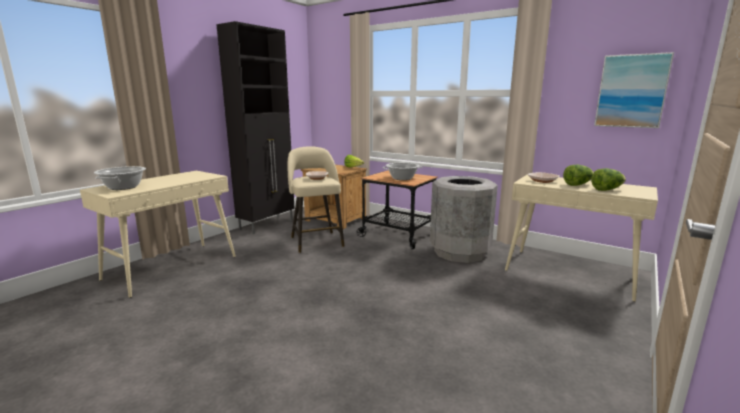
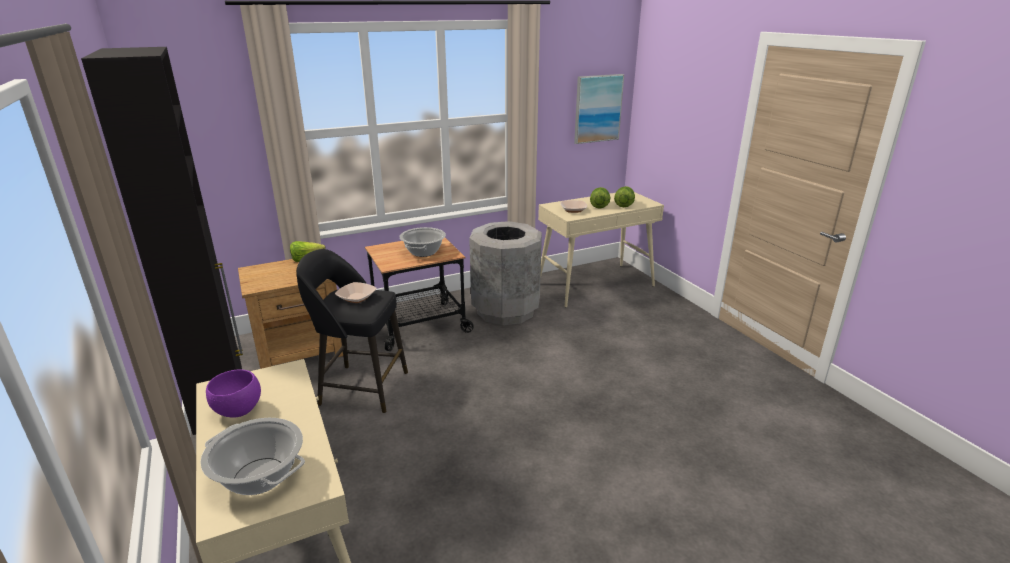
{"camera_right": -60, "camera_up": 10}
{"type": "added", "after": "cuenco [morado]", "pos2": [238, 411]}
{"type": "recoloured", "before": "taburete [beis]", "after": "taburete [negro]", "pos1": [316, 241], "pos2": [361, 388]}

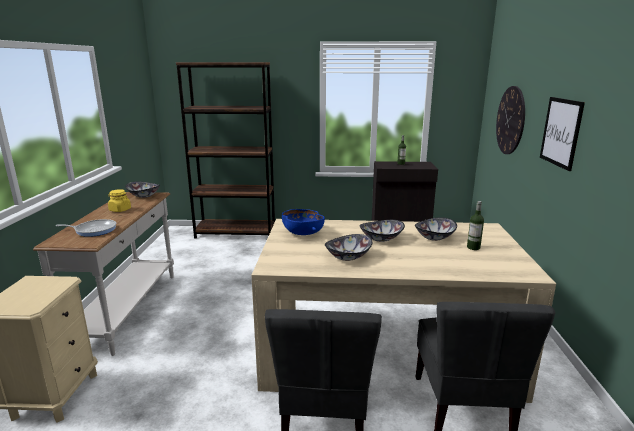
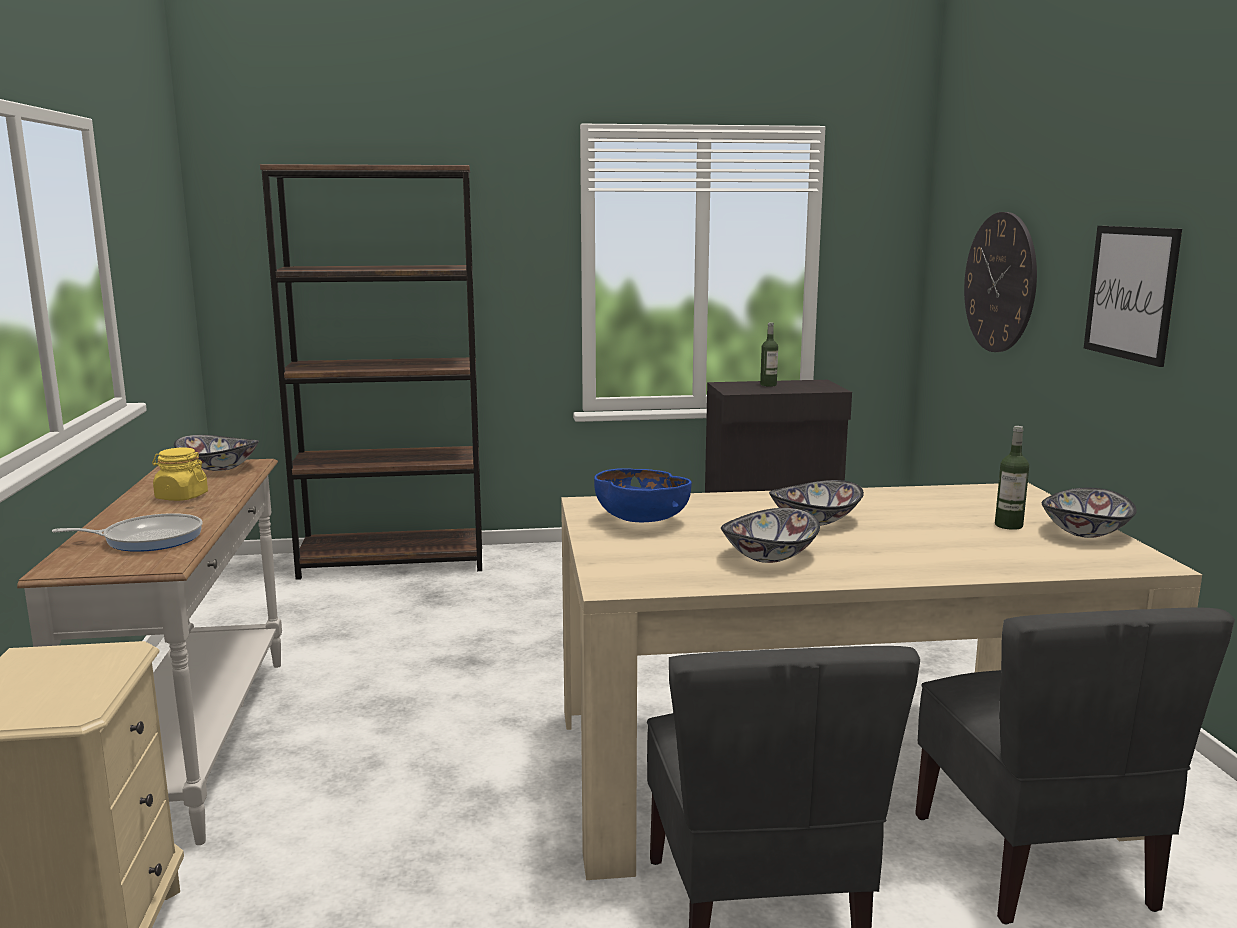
{"camera_right": -10, "camera_up": -5}
{"type": "moved", "before": "cuenco", "pos1": [434, 237], "pos2": [1084, 532]}

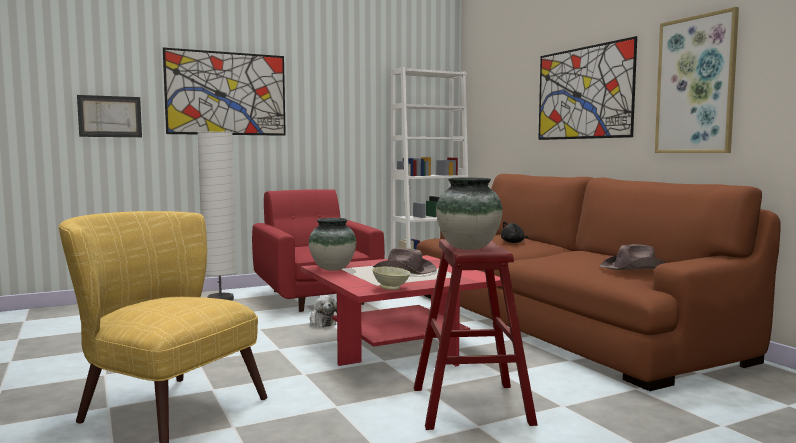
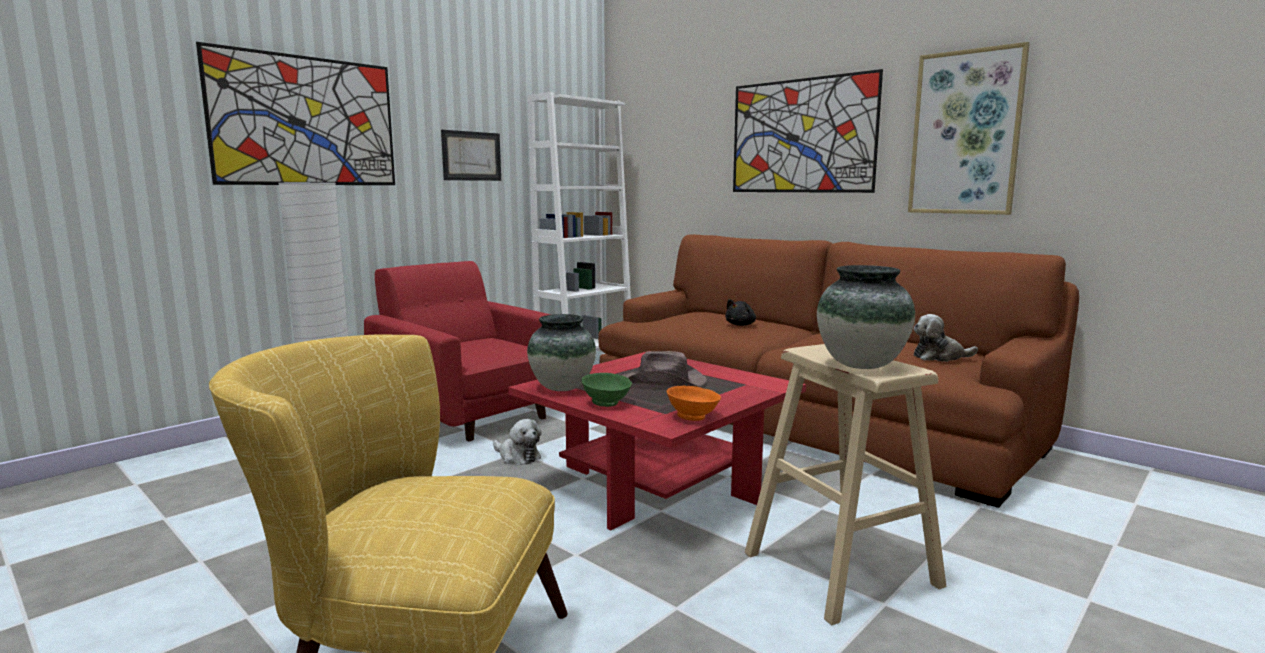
{"camera_right": -20, "camera_up": 5}
{"type": "added", "after": "cuenco [verde]", "pos2": [606, 403]}
{"type": "moved", "before": "cuadro", "pos1": [110, 116], "pos2": [471, 156]}
{"type": "replaced", "before": "sombrero [marrón]", "after": "peluche", "pos1": [636, 268], "pos2": [940, 357]}
{"type": "recoloured", "before": "cuenco [beis]", "after": "cuenco [naranja]", "pos1": [391, 288], "pos2": [693, 417]}
{"type": "recoloured", "before": "taburete [rojo]", "after": "taburete [beis]", "pos1": [471, 405], "pos2": [841, 569]}

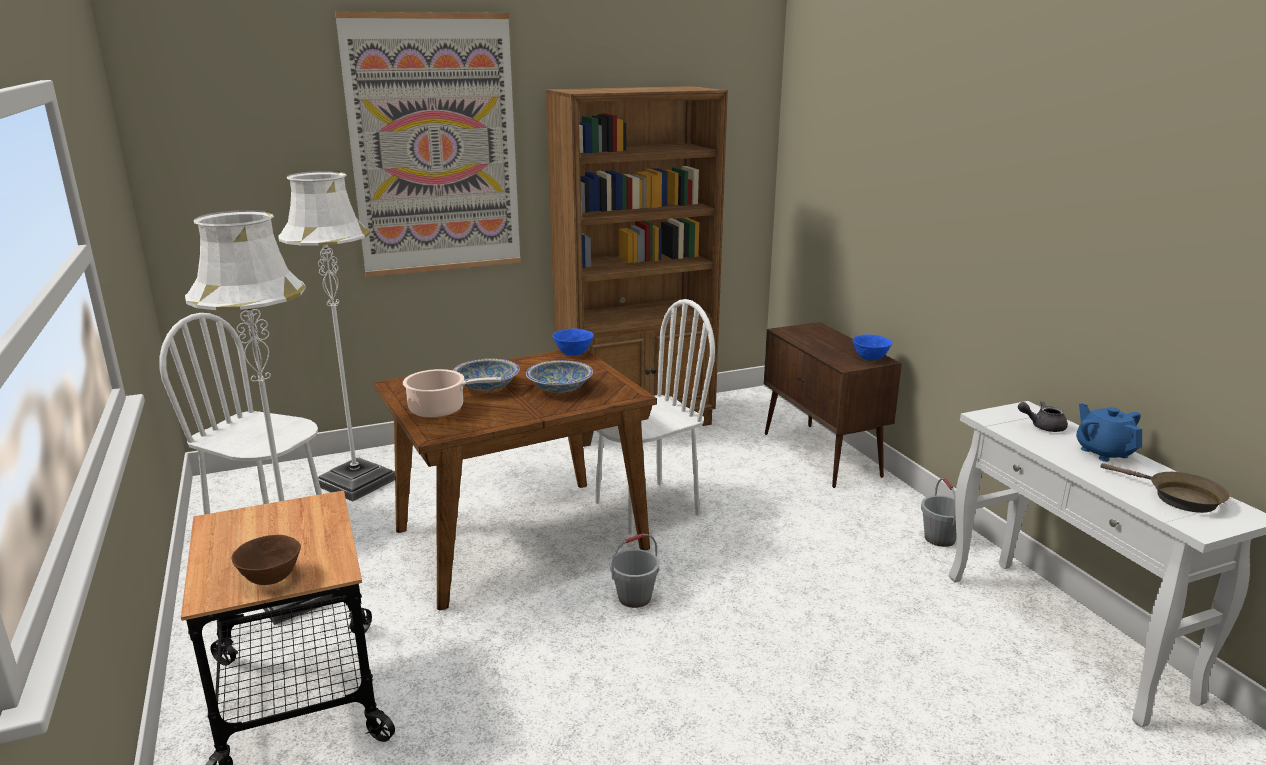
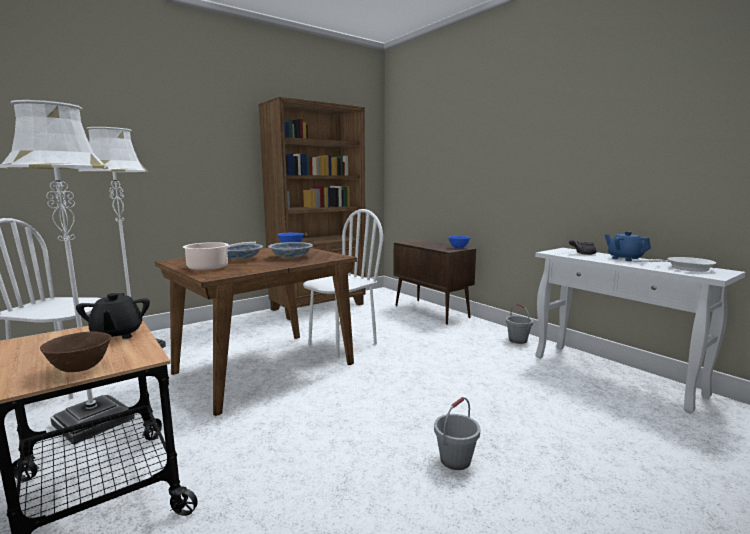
{"camera_right": -15, "camera_up": -10}
{"type": "removed", "before": "cuadro", "pos1": [435, 147]}
{"type": "added", "after": "tetera [negro]", "pos2": [117, 335]}
{"type": "moved", "before": "cubo [gris]", "pos1": [634, 597], "pos2": [455, 460]}
{"type": "recoloured", "before": "sartén [marrón]", "after": "sartén [blanco]", "pos1": [1178, 497], "pos2": [684, 268]}

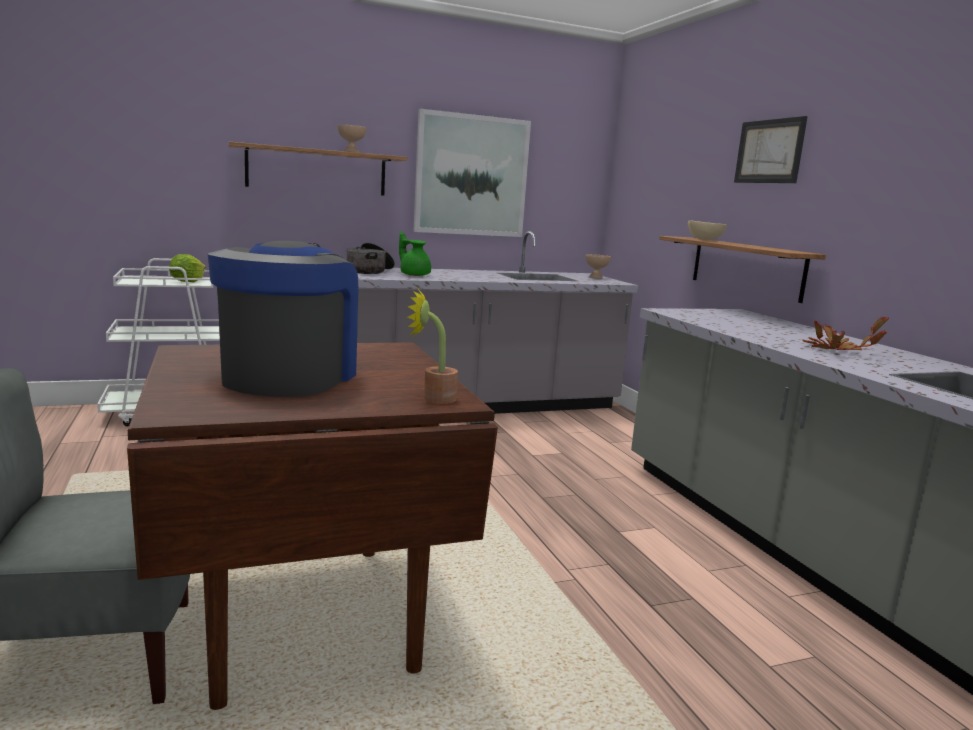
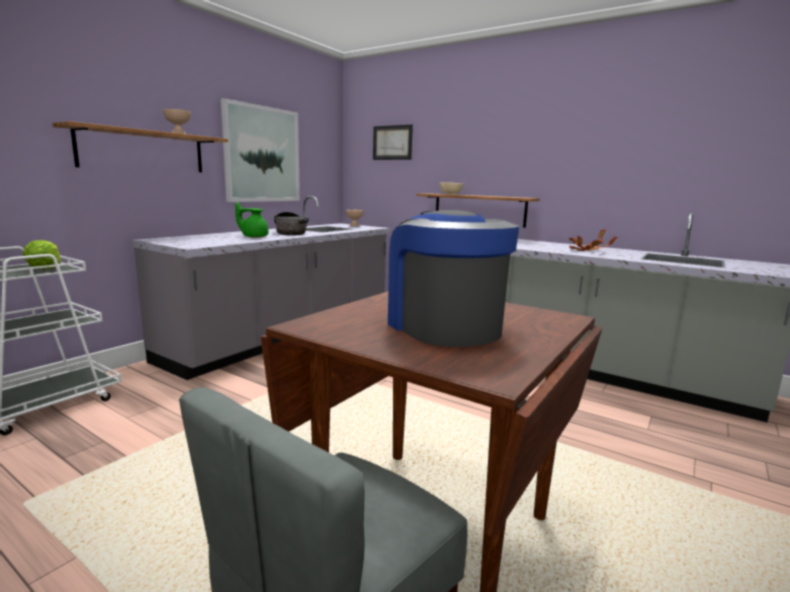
{"camera_right": -35, "camera_up": 0}
{"type": "removed", "before": "planta en maceta", "pos1": [432, 398]}
{"type": "moved", "before": "olla", "pos1": [370, 271], "pos2": [290, 233]}
{"type": "moved", "before": "cuadro", "pos1": [769, 151], "pos2": [392, 142]}

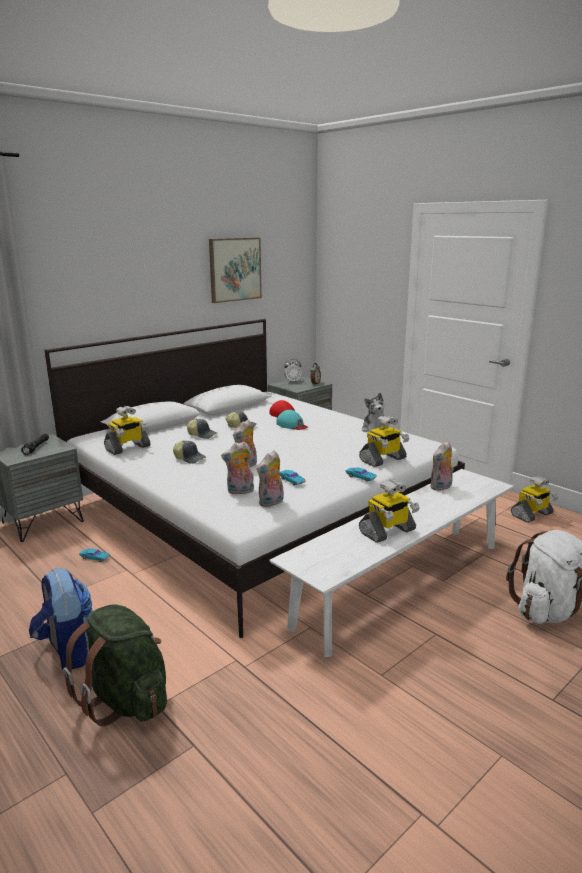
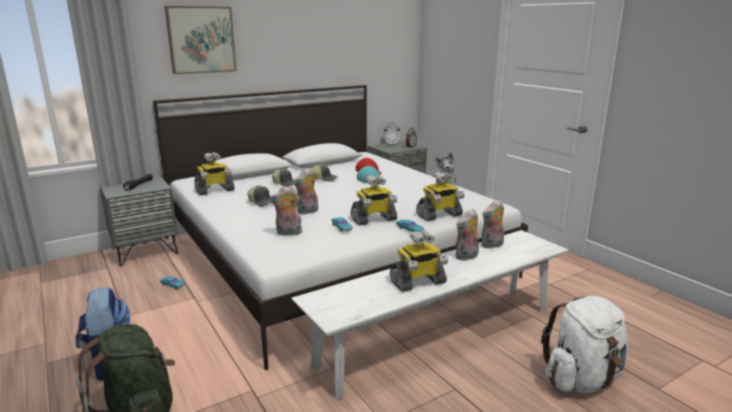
{"camera_right": 10, "camera_up": 0}
{"type": "moved", "before": "cuadro", "pos1": [235, 269], "pos2": [201, 40]}
{"type": "moved", "before": "peluche", "pos1": [271, 503], "pos2": [467, 257]}
{"type": "moved", "before": "robot de juguete", "pos1": [532, 515], "pos2": [373, 219]}

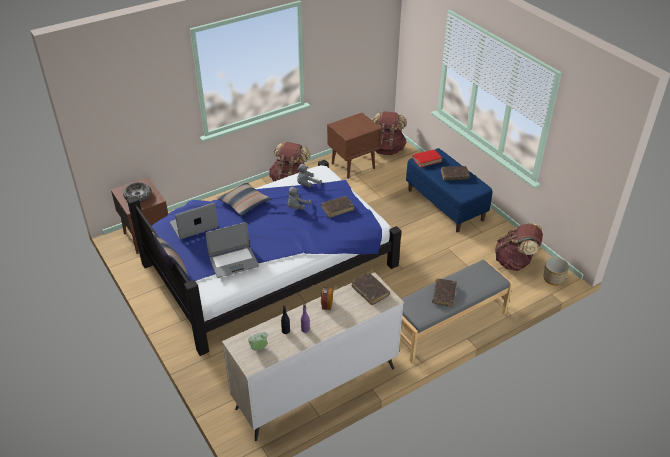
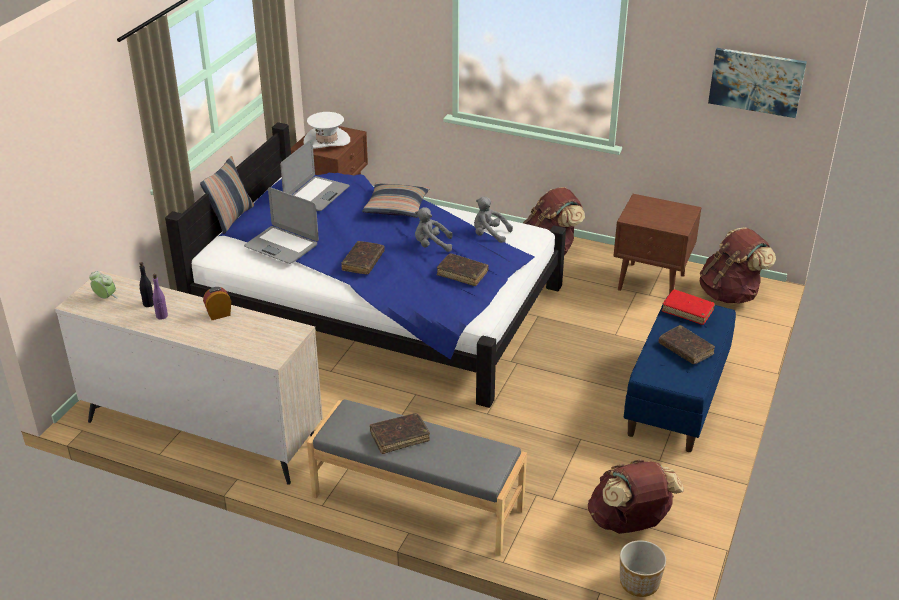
{"camera_right": 55, "camera_up": -5}
{"type": "added", "after": "cuadro", "pos2": [756, 81]}
{"type": "moved", "before": "libro [marrón]", "pos1": [370, 291], "pos2": [363, 262]}
{"type": "replaced", "before": "cuenco", "after": "sombrero [blanco]", "pos1": [138, 196], "pos2": [326, 140]}
{"type": "turned", "before": "portátil", "pos1": [194, 226], "pos2": [316, 194], "turn": 90}

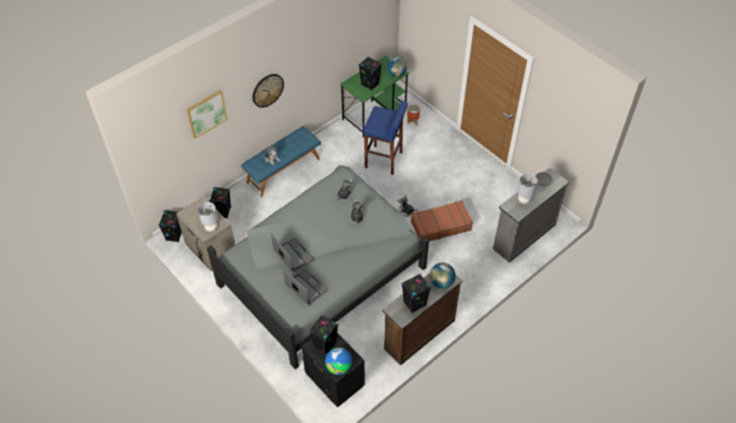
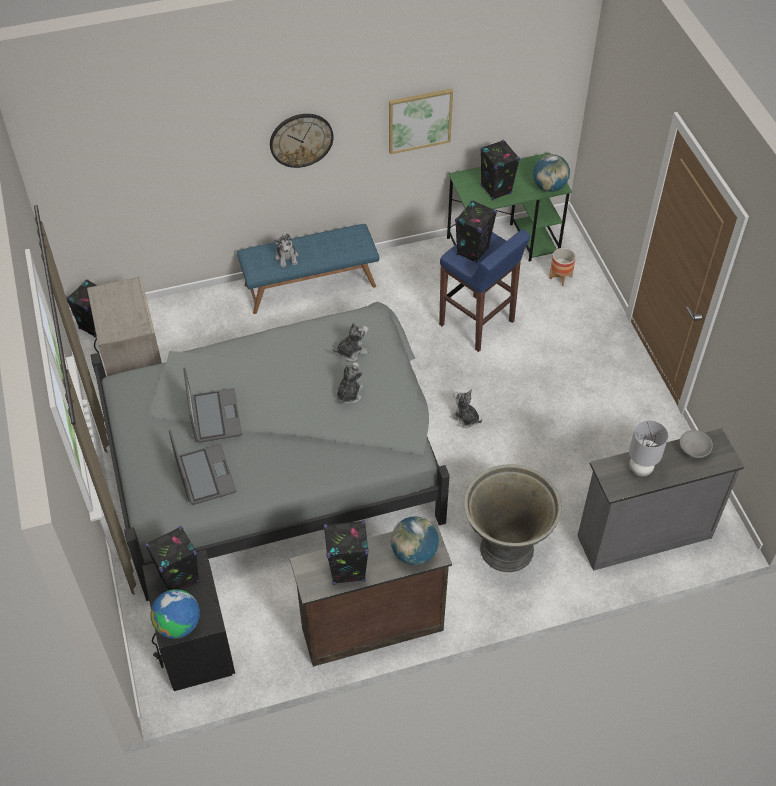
{"camera_right": 25, "camera_up": 0}
{"type": "removed", "before": "lámpara de mesa [gris]", "pos1": [211, 228]}
{"type": "removed", "before": "maleta [marrón]", "pos1": [440, 225]}
{"type": "added", "after": "maceta [gris]", "pos2": [506, 548]}
{"type": "moved", "before": "cuadro", "pos1": [206, 113], "pos2": [419, 120]}
{"type": "moved", "before": "altavoz [negro]", "pos1": [223, 212], "pos2": [472, 251]}

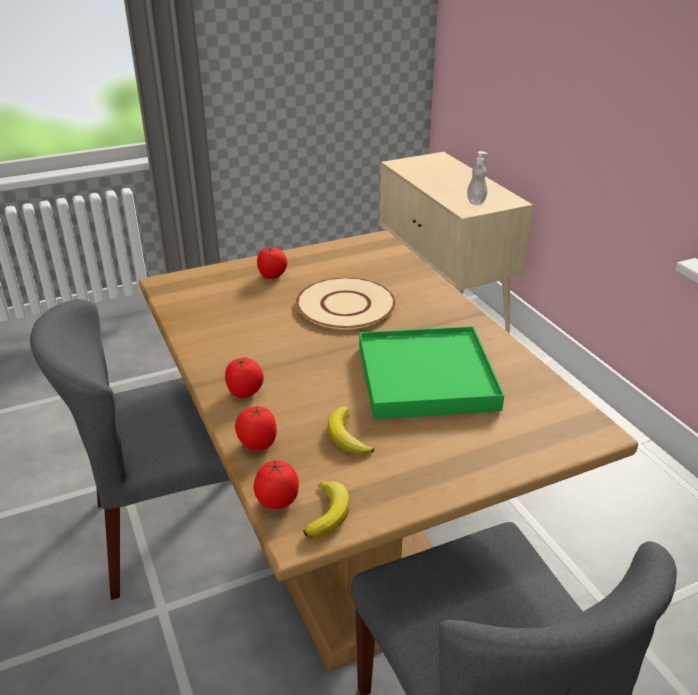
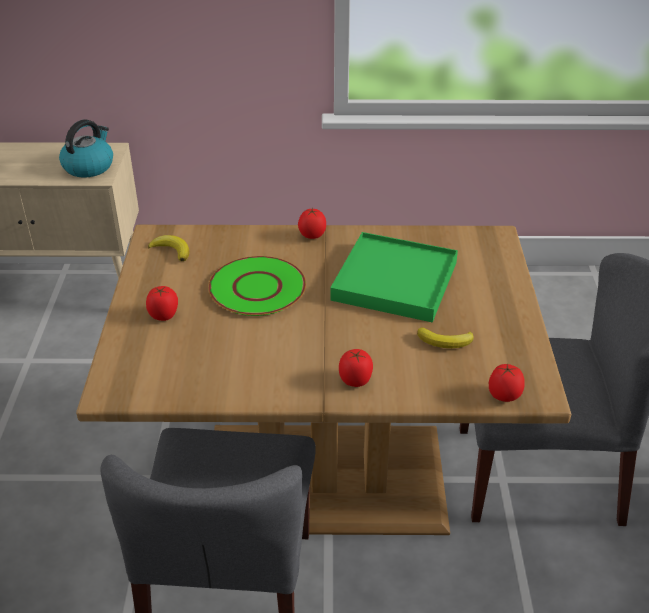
{"camera_right": -65, "camera_up": 5}
{"type": "moved", "before": "tomate", "pos1": [257, 444], "pos2": [312, 236]}
{"type": "moved", "before": "plátano", "pos1": [328, 513], "pos2": [172, 250]}
{"type": "replaced", "before": "dispensador de jabón", "after": "hervidor", "pos1": [476, 202], "pos2": [89, 166]}
{"type": "recoloured", "before": "plato [beis]", "after": "plato [verde]", "pos1": [345, 305], "pos2": [256, 288]}

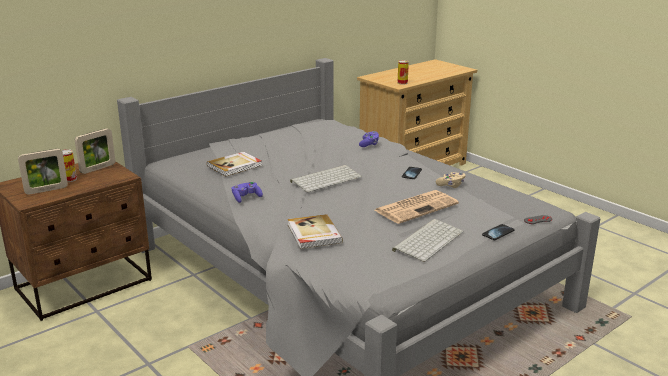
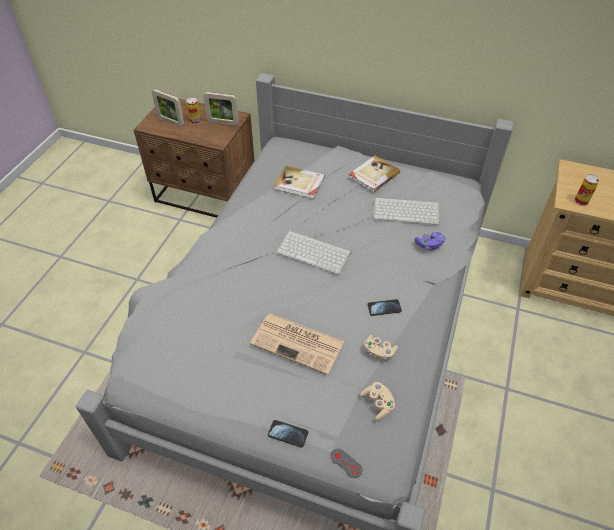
{"camera_right": 60, "camera_up": 25}
{"type": "removed", "before": "mando de consola [morado]", "pos1": [246, 198]}
{"type": "added", "after": "mando de consola [beis]", "pos2": [378, 404]}
{"type": "moved", "before": "libro", "pos1": [313, 234], "pos2": [373, 175]}
{"type": "moved", "before": "teclado", "pos1": [428, 240], "pos2": [407, 211]}

